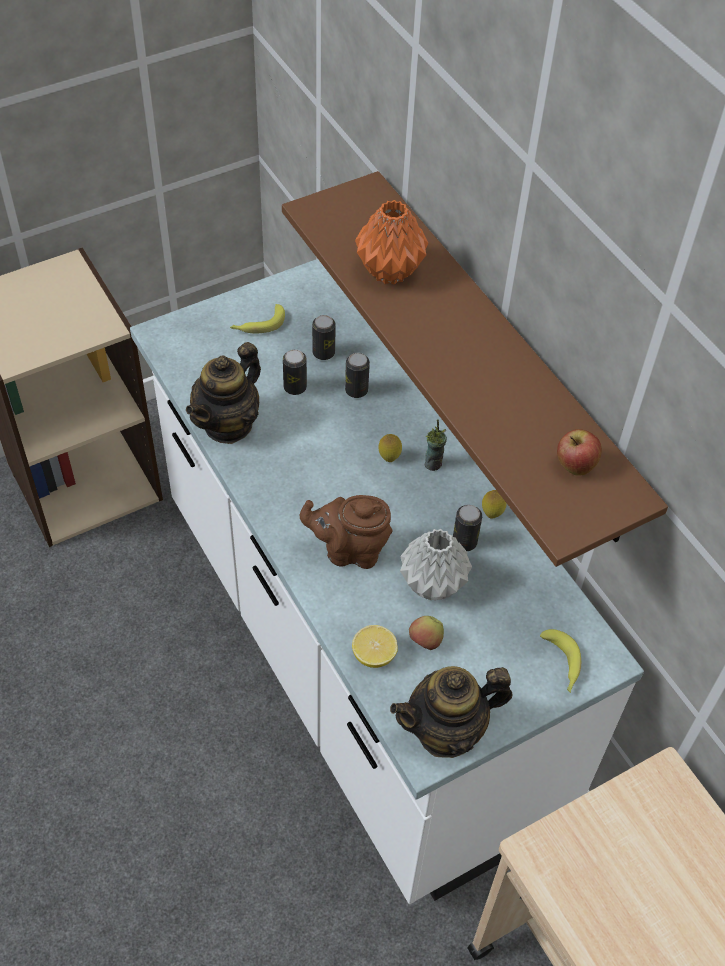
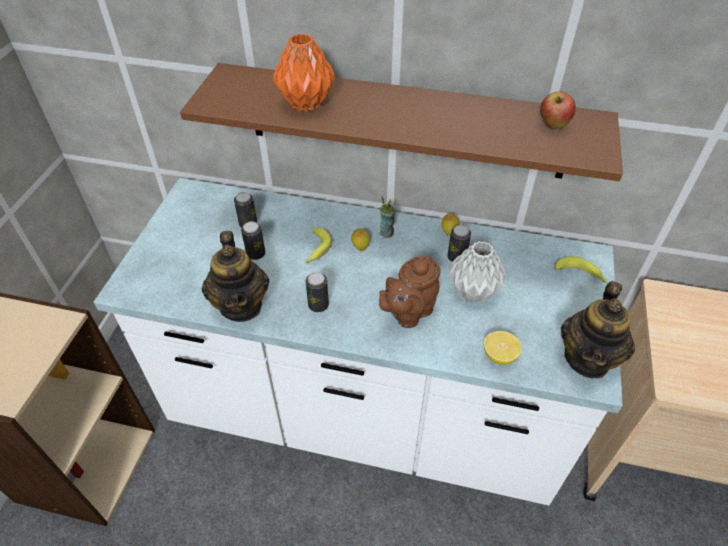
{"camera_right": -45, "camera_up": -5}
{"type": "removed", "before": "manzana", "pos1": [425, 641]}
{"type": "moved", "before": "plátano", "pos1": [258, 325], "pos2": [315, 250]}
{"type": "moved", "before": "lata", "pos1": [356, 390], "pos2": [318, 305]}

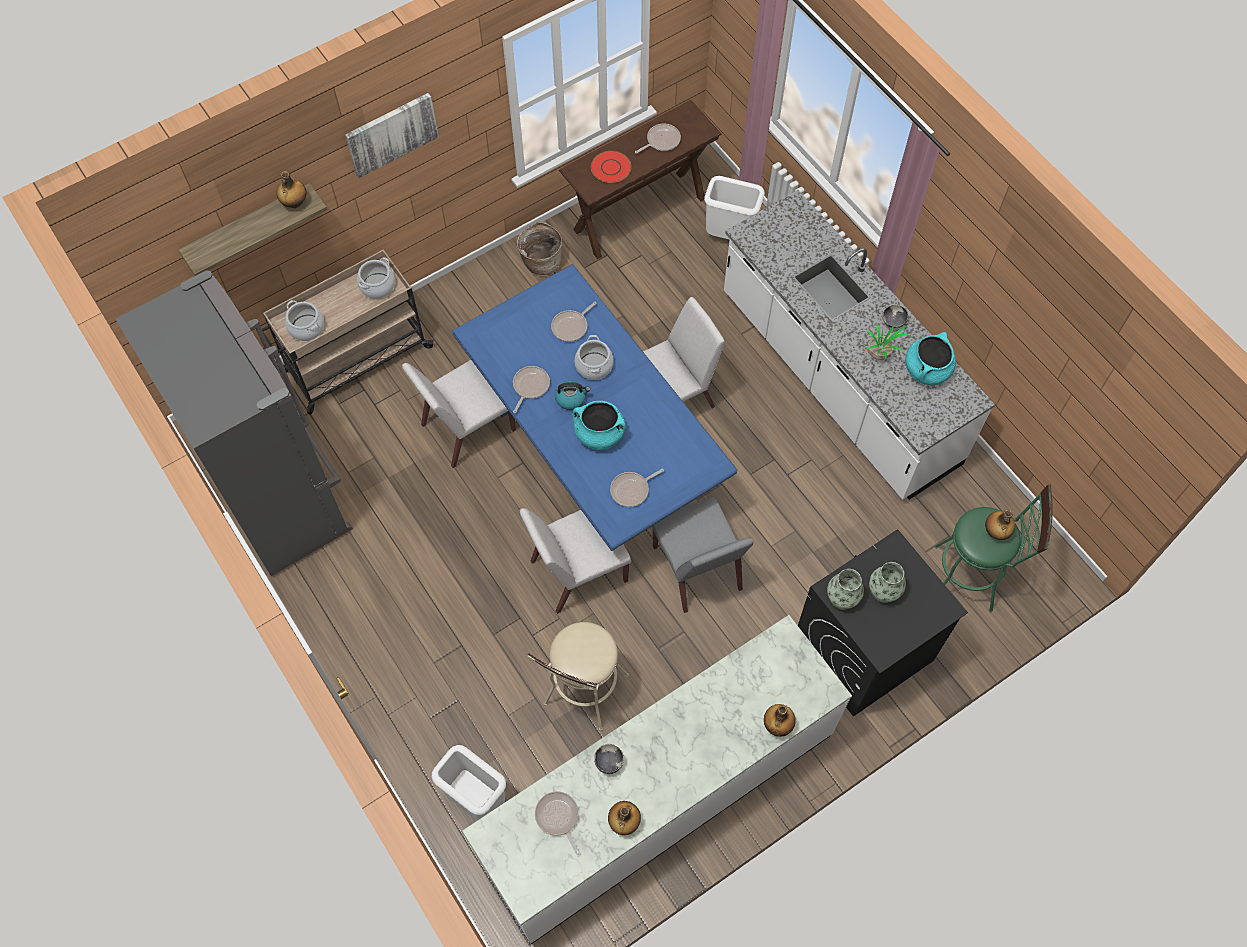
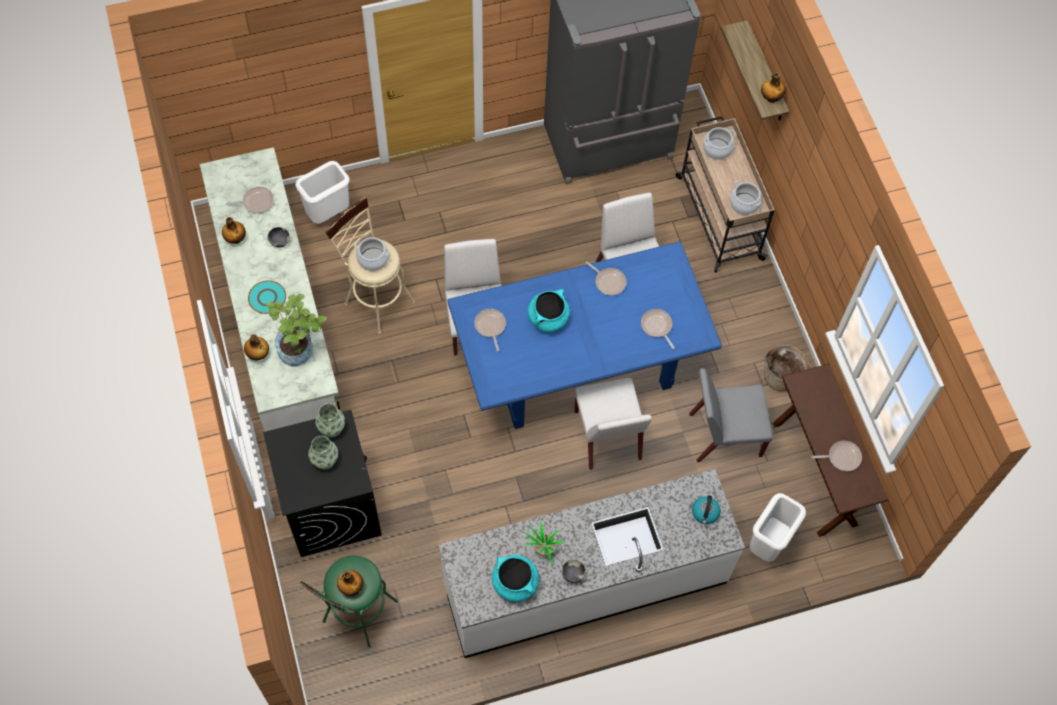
{"camera_right": 105, "camera_up": 0}
{"type": "removed", "before": "cuadro", "pos1": [391, 133]}
{"type": "removed", "before": "plato [rojo]", "pos1": [611, 168]}
{"type": "added", "after": "plato [turquesa]", "pos2": [267, 297]}
{"type": "added", "after": "planta en maceta", "pos2": [301, 349]}
{"type": "moved", "before": "hervidor", "pos1": [571, 398], "pos2": [705, 513]}
{"type": "moved", "before": "olla", "pos1": [594, 366], "pos2": [373, 259]}
{"type": "moved", "before": "silla [gris]", "pos1": [697, 569], "pos2": [724, 435]}
{"type": "turned", "before": "sartén", "pos1": [661, 141], "pos2": [842, 457], "turn": -75}

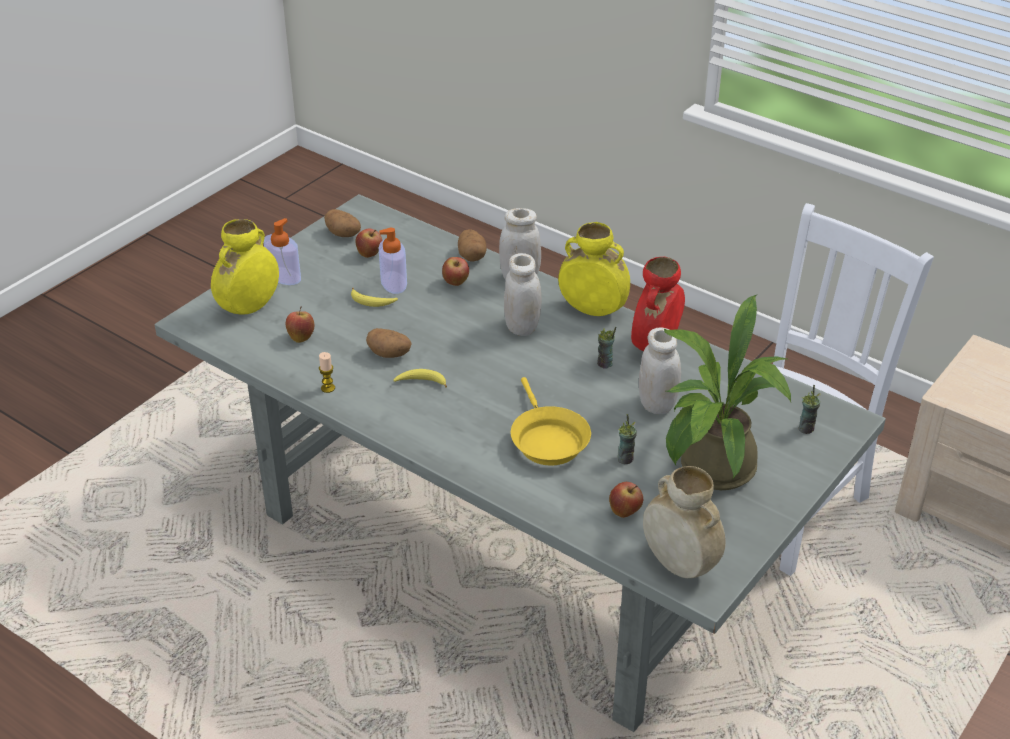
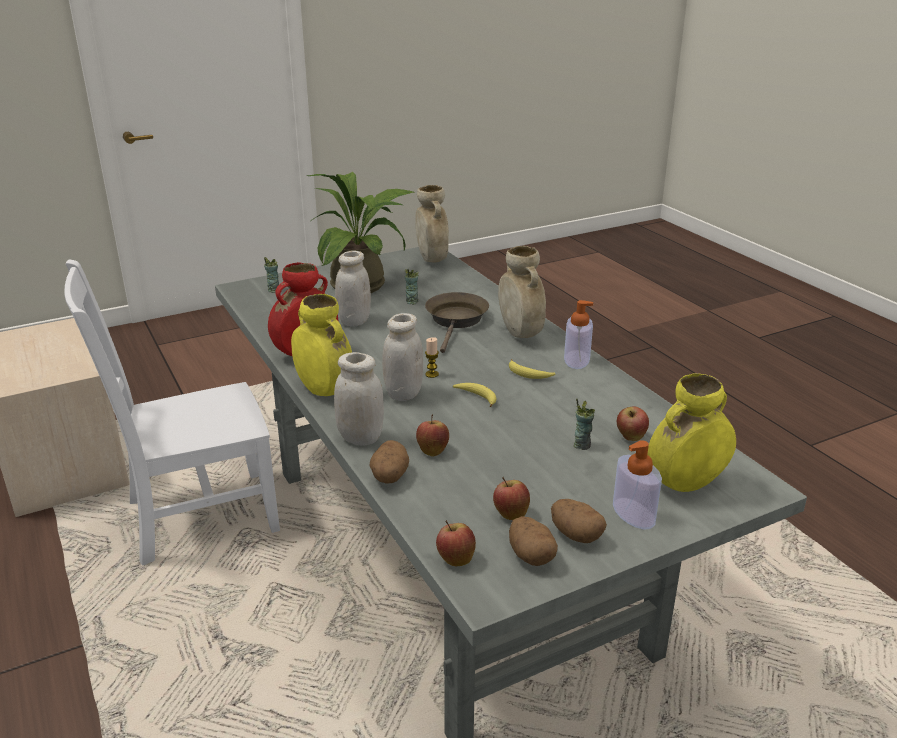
{"camera_right": -155, "camera_up": -10}
{"type": "added", "after": "florero [beis]", "pos2": [520, 334]}
{"type": "moved", "before": "vela", "pos1": [328, 388], "pos2": [432, 374]}
{"type": "moved", "before": "plátano", "pos1": [372, 302], "pos2": [477, 397]}
{"type": "moved", "before": "patata", "pos1": [390, 354], "pos2": [576, 534]}
{"type": "moved", "before": "dispensador de jabón", "pos1": [393, 282], "pos2": [576, 360]}
{"type": "moved", "before": "taza", "pos1": [605, 364], "pos2": [582, 445]}
{"type": "moved", "before": "manzana", "pos1": [625, 512], "pos2": [455, 559]}
{"type": "recoloured", "before": "sartén [amarillo]", "after": "sartén [marrón]", "pos1": [547, 440], "pos2": [456, 320]}

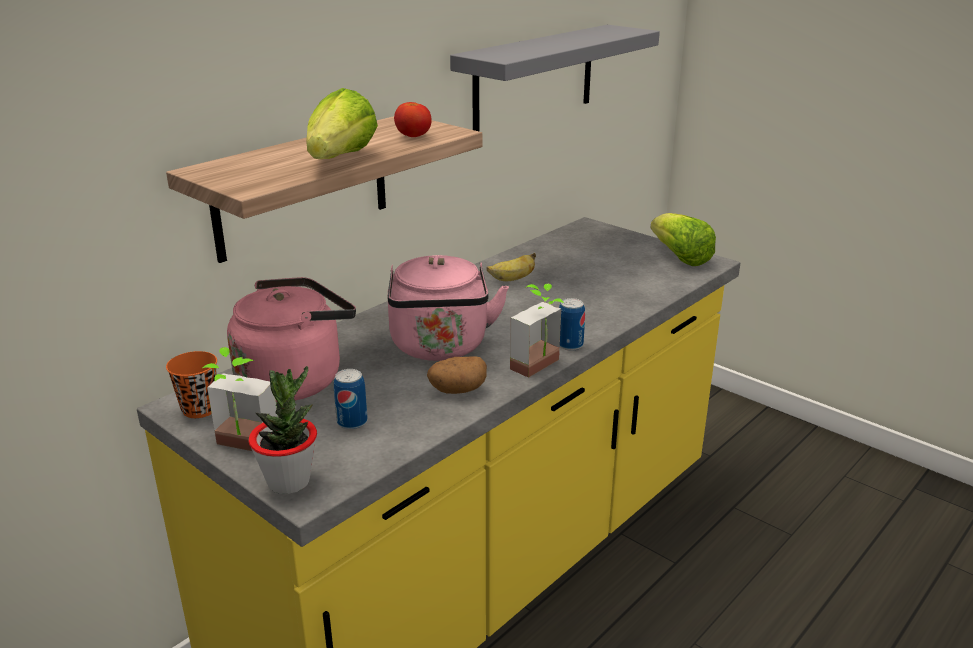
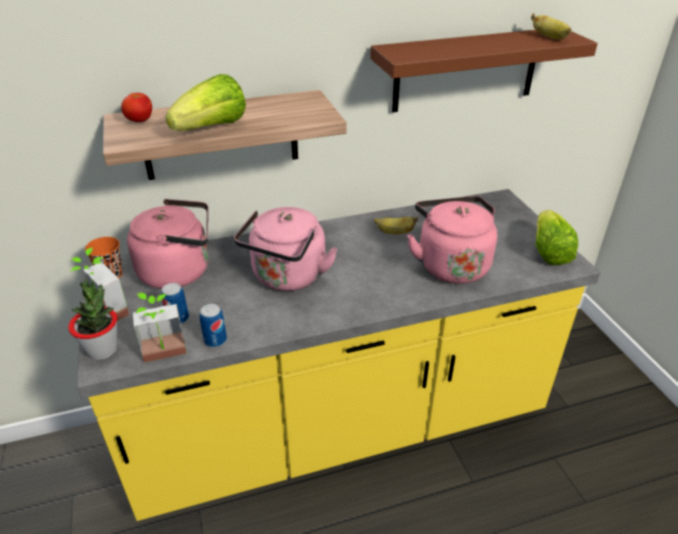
{"camera_right": 30, "camera_up": 10}
{"type": "removed", "before": "patata", "pos1": [457, 390]}
{"type": "added", "after": "hervidor [rosa]", "pos2": [450, 264]}
{"type": "added", "after": "plátano", "pos2": [550, 38]}
{"type": "moved", "before": "tomate", "pos1": [413, 137], "pos2": [140, 121]}
{"type": "moved", "before": "planta en maceta", "pos1": [542, 367], "pos2": [165, 357]}
{"type": "moved", "before": "lata", "pos1": [570, 345], "pos2": [215, 340]}
{"type": "recoloured", "before": "estante [gris]", "after": "estante [marrón]", "pos1": [534, 78], "pos2": [466, 70]}

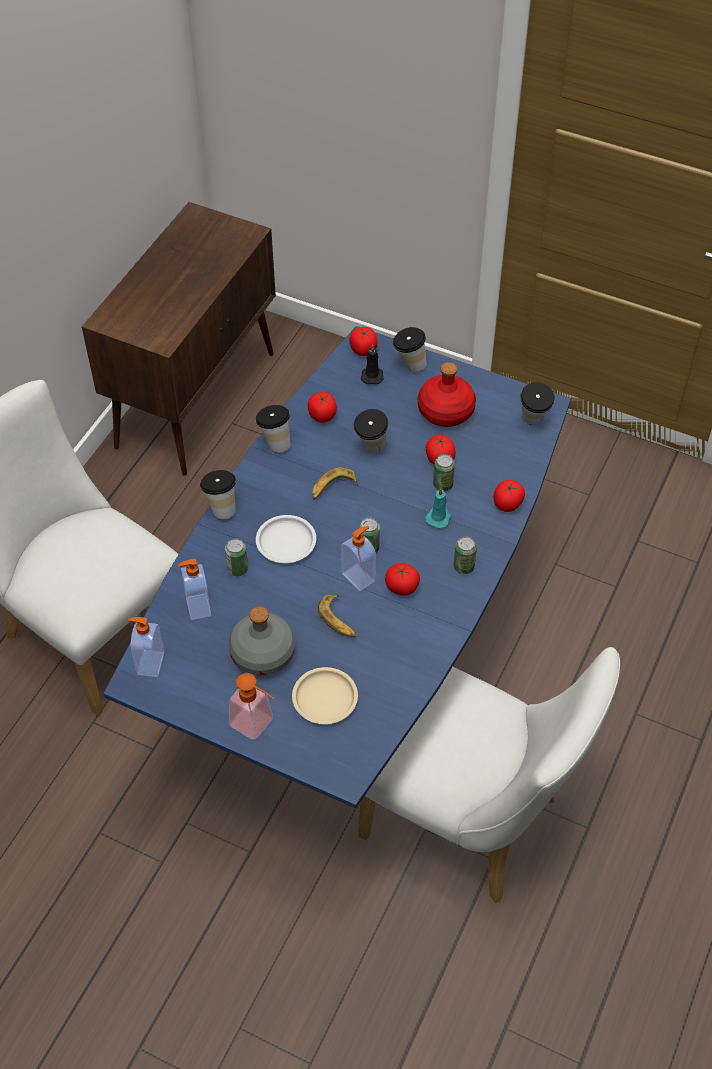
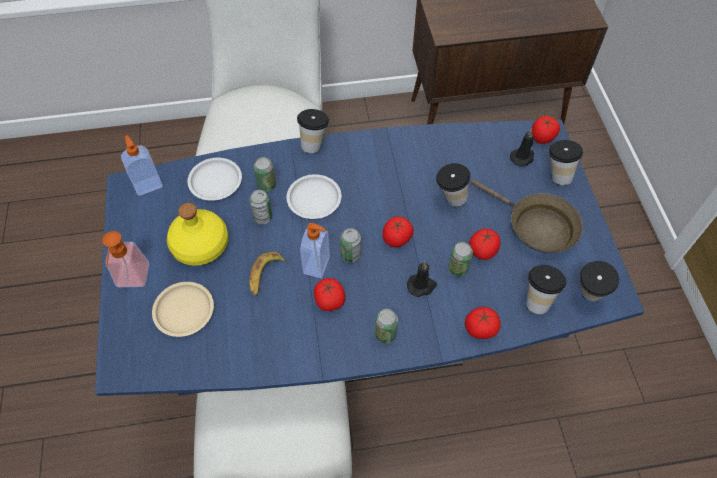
{"camera_right": 55, "camera_up": 5}
{"type": "removed", "before": "plátano", "pos1": [332, 487]}
{"type": "added", "after": "lata", "pos2": [263, 217]}
{"type": "moved", "before": "taza", "pos1": [275, 443], "pos2": [537, 299]}
{"type": "moved", "before": "tomate", "pos1": [322, 415], "pos2": [396, 238]}
{"type": "replaced", "before": "dispensador de jabón", "after": "plato [blanco]", "pos1": [197, 607], "pos2": [215, 182]}
{"type": "replaced", "before": "botella [rojo]", "after": "sartén [marrón]", "pos1": [446, 411], "pos2": [536, 226]}
{"type": "recoloured", "before": "botella [gris]", "after": "botella [amarillo]", "pos1": [263, 654], "pos2": [200, 246]}
{"type": "recoloured", "before": "vela [turquesa]", "after": "vela [negro]", "pos1": [439, 517], "pos2": [421, 286]}

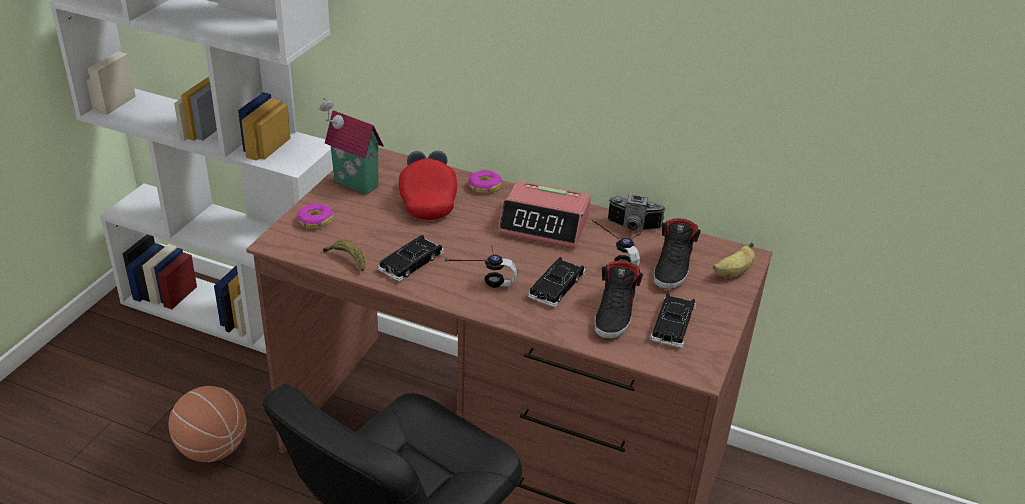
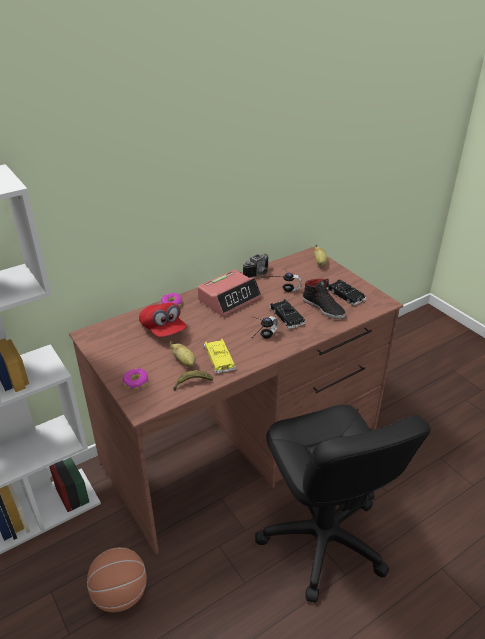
{"camera_right": -55, "camera_up": 0}
{"type": "removed", "before": "casita", "pos1": [354, 185]}
{"type": "removed", "before": "zapato [negro]", "pos1": [673, 267]}
{"type": "added", "after": "plátano", "pos2": [184, 362]}
{"type": "recoloured", "before": "coche de juguete [negro]", "after": "coche de juguete [amarillo]", "pos1": [411, 263], "pos2": [219, 359]}
{"type": "turned", "before": "gorra [rojo]", "pos1": [427, 200], "pos2": [163, 330], "turn": -150}

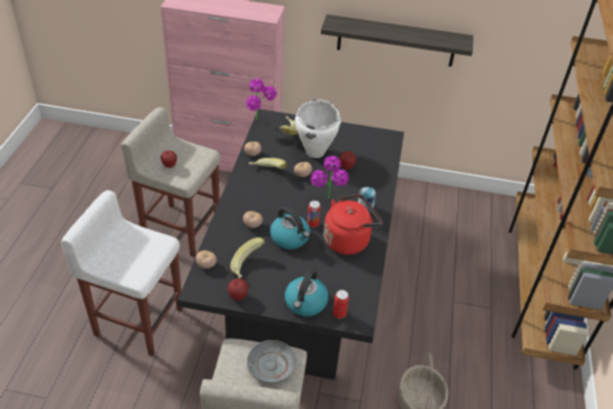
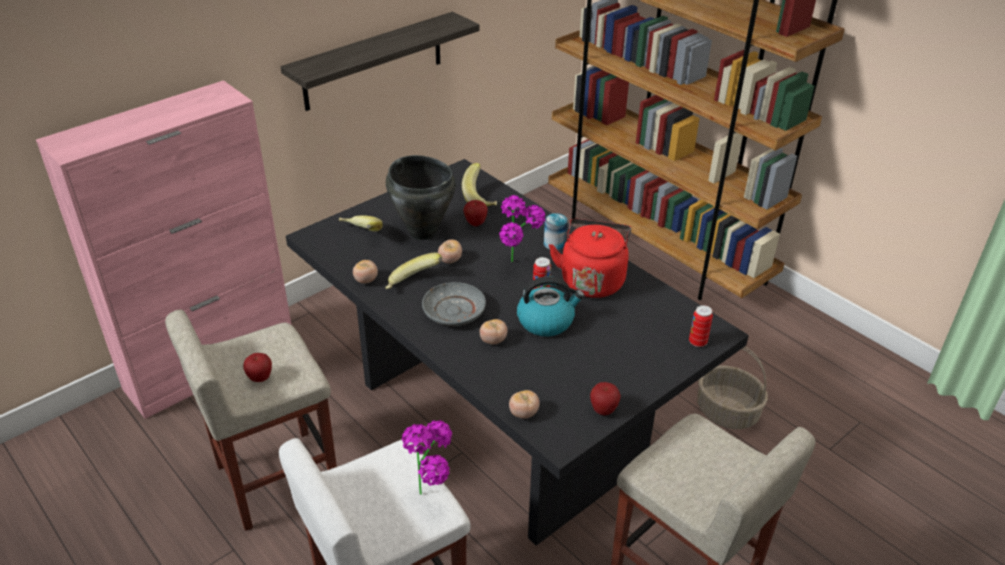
{"camera_right": -50, "camera_up": -5}
{"type": "removed", "before": "hervidor", "pos1": [305, 303]}
{"type": "moved", "before": "plátano", "pos1": [248, 266], "pos2": [482, 198]}
{"type": "moved", "before": "planta en maceta", "pos1": [260, 123], "pos2": [433, 493]}
{"type": "moved", "before": "plato [gris]", "pos1": [271, 366], "pos2": [454, 312]}
{"type": "recoloured", "before": "olla [blanco]", "after": "olla [negro]", "pos1": [315, 152], "pos2": [423, 232]}

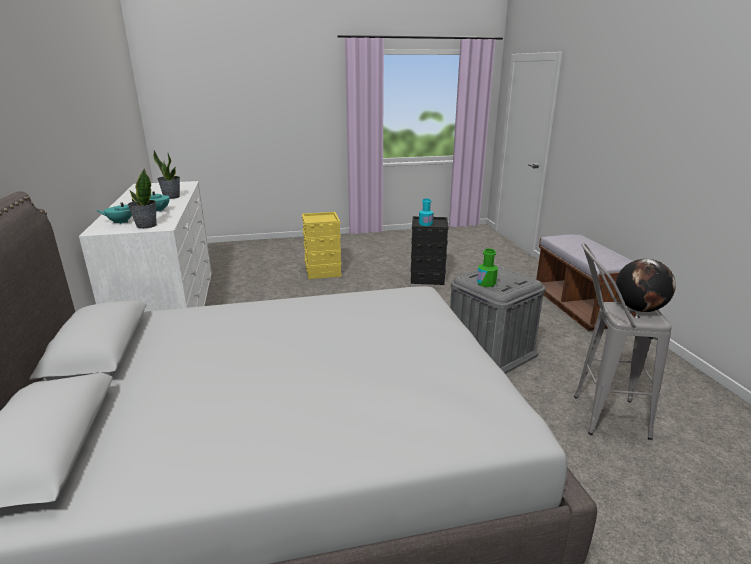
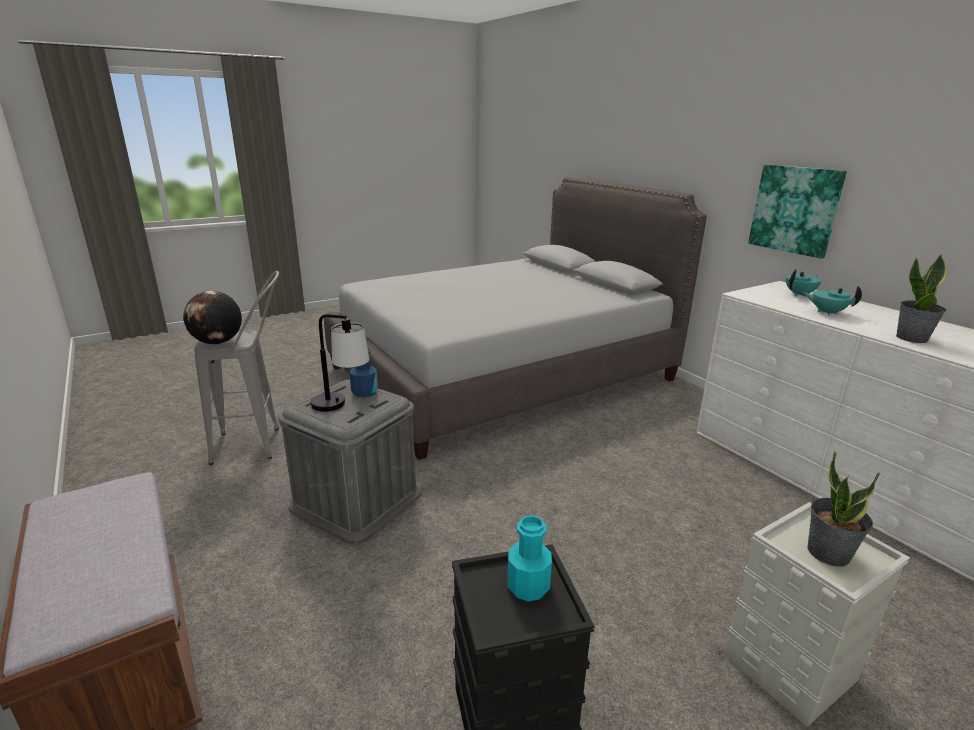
{"camera_right": 160, "camera_up": 0}
{"type": "added", "after": "lámpara de mesa", "pos2": [342, 407]}
{"type": "added", "after": "cuadro", "pos2": [795, 210]}
{"type": "moved", "before": "planta en maceta", "pos1": [146, 225], "pos2": [828, 552]}
{"type": "recoloured", "before": "caja de almacenaje [amarillo]", "after": "caja de almacenaje [gris]", "pos1": [323, 271], "pos2": [790, 669]}
{"type": "recoloured", "before": "botella [verde]", "after": "botella [azul]", "pos1": [486, 283], "pos2": [364, 392]}

